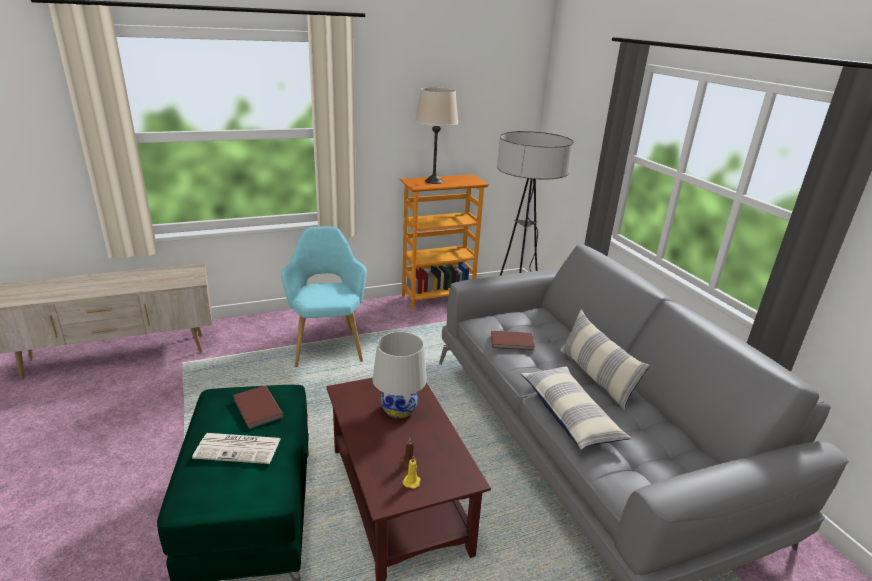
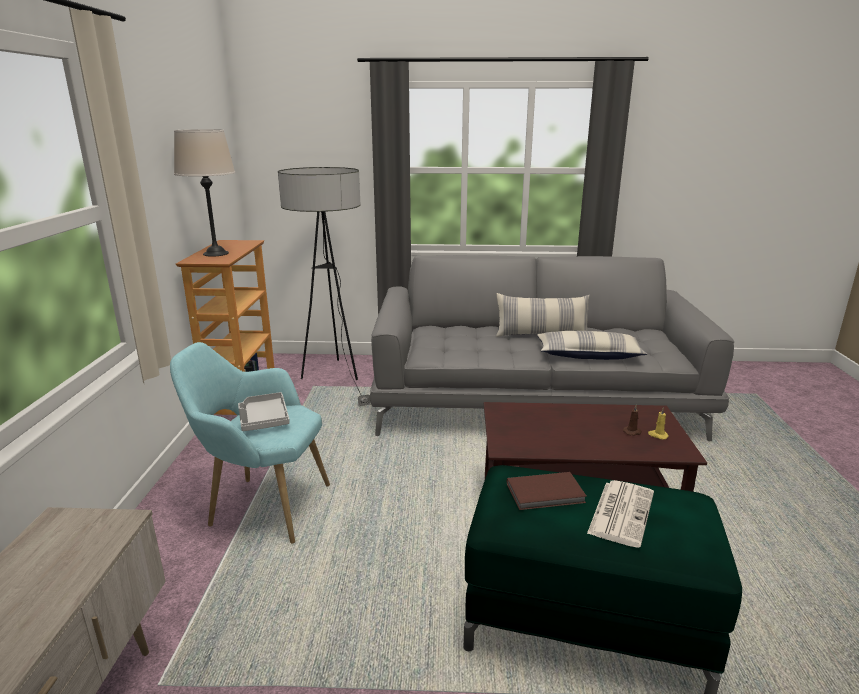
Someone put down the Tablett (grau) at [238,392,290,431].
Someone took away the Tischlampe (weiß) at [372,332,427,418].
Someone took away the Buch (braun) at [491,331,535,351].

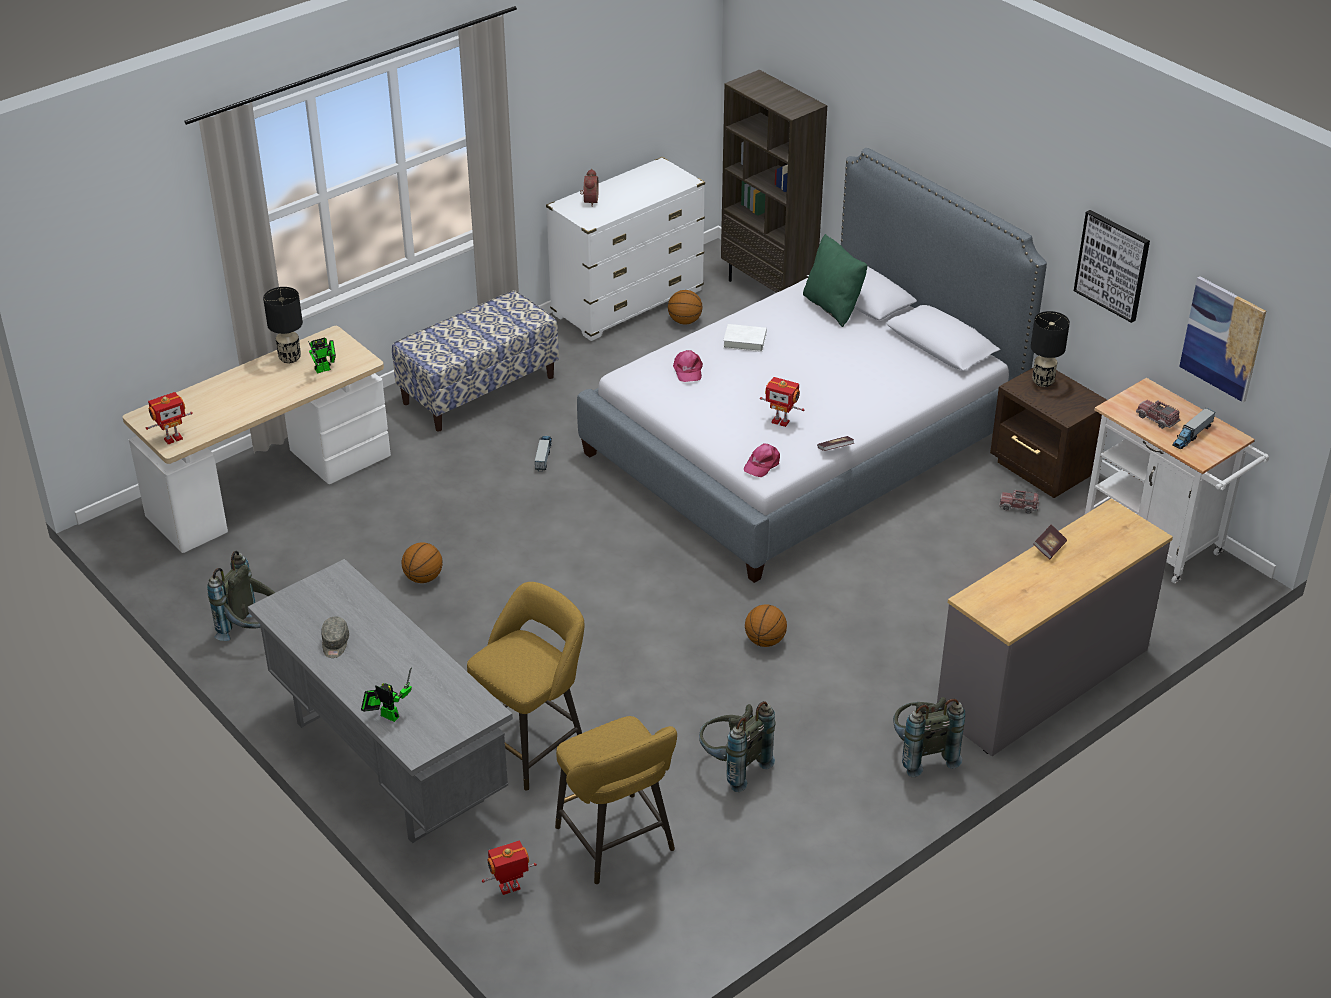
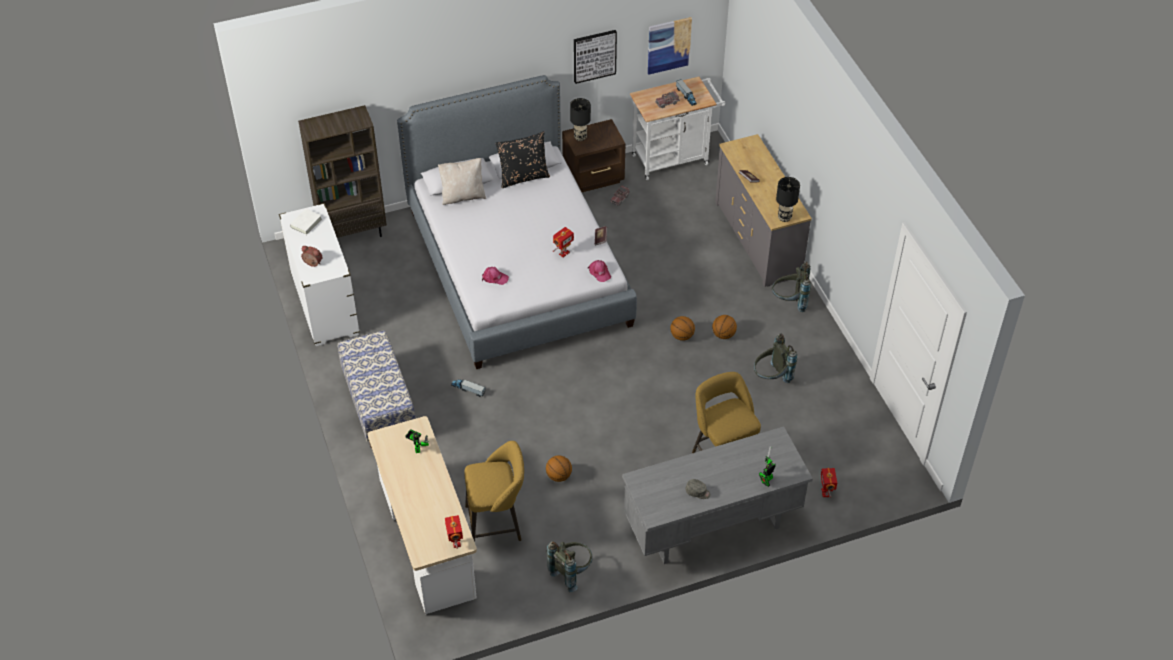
Someone carried the Buch (weiß) from [723,324,767,352] to [290,209,322,235].
Someone repainted the Kissen (grün) at [803,234,867,327], which became the Kissen (beige) at [438,158,486,205].
Someone carried the Hocker (gelb) from [555,716,677,884] to [464,441,524,542].
Someone put down the Kissen (schwarz) at [495,131,550,188].
Someone carried the Basketball from [668,290,702,324] to [712,315,737,339].
Someone carried the Tischlampe (schwarz) from [263,287,303,363] to [776,177,800,222].

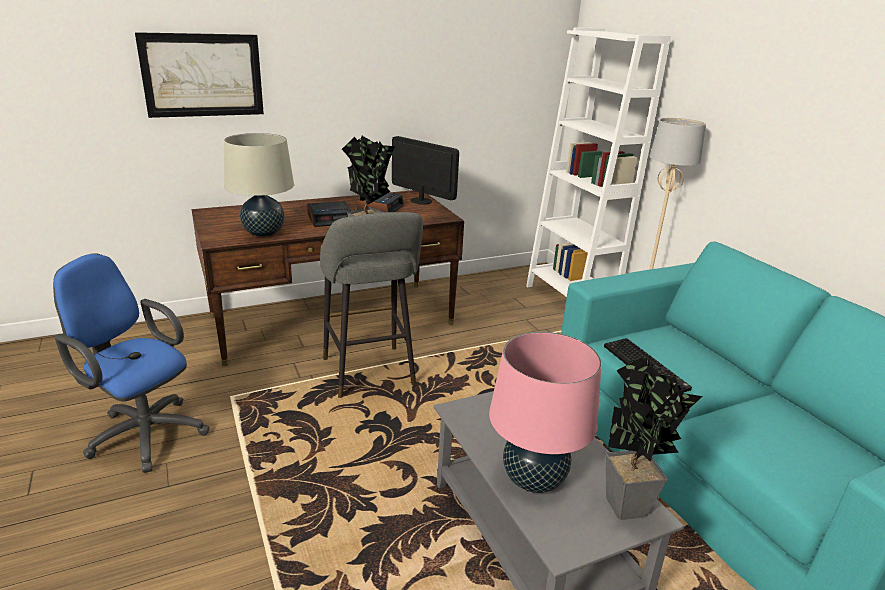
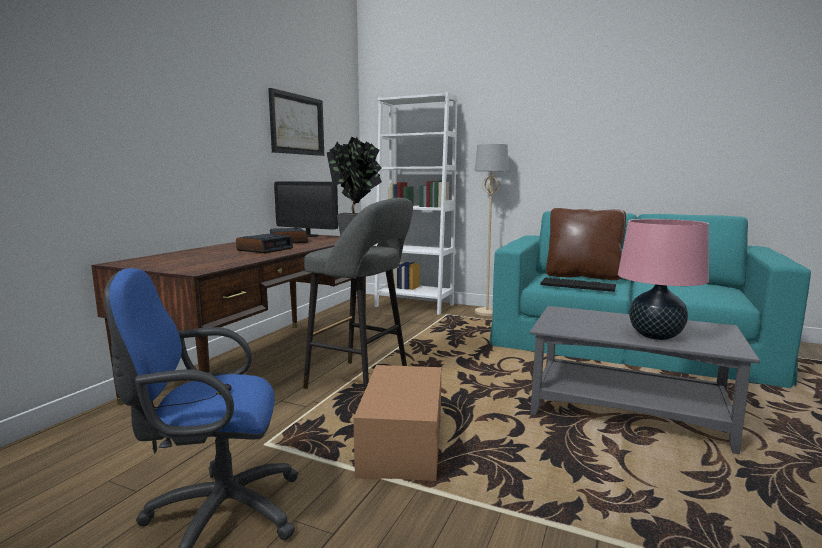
Someone carried the Bild from [135,32,264,118] to [268,88,324,156].
Someone rotated the Monitor at [392,136,459,205] by 150 degrees counterclockwise.
Someone put down the Karton at [353,365,441,481].
Someone put down the Kissen (braun) at [546,208,626,280].
Someone took away the Tischlampe (beige) at [224,133,294,237].
Someone took away the Topfpflanze at [605,357,703,520].

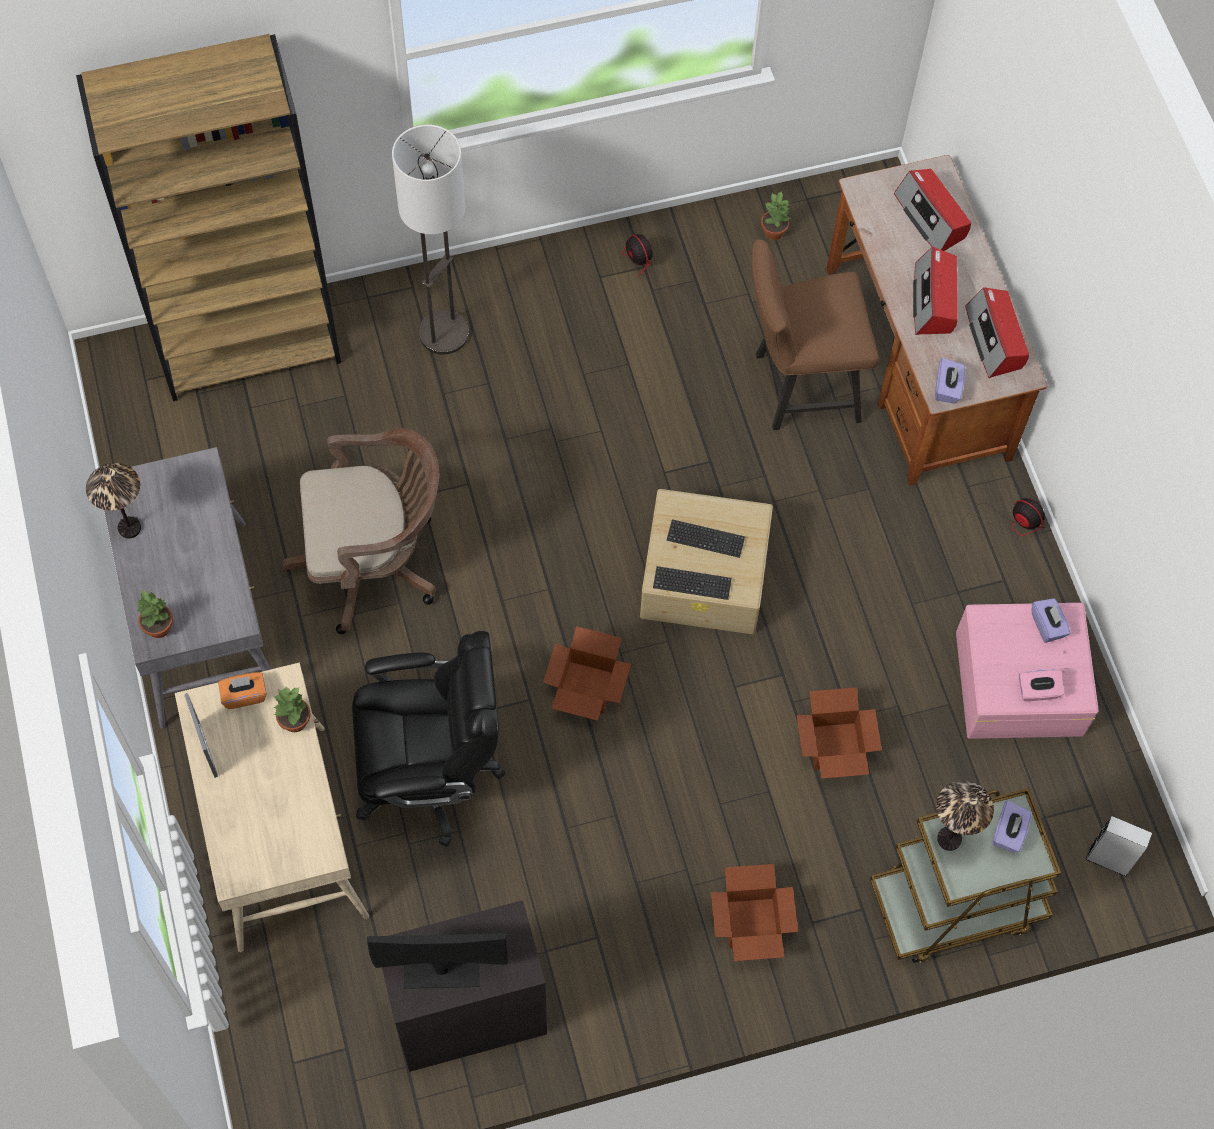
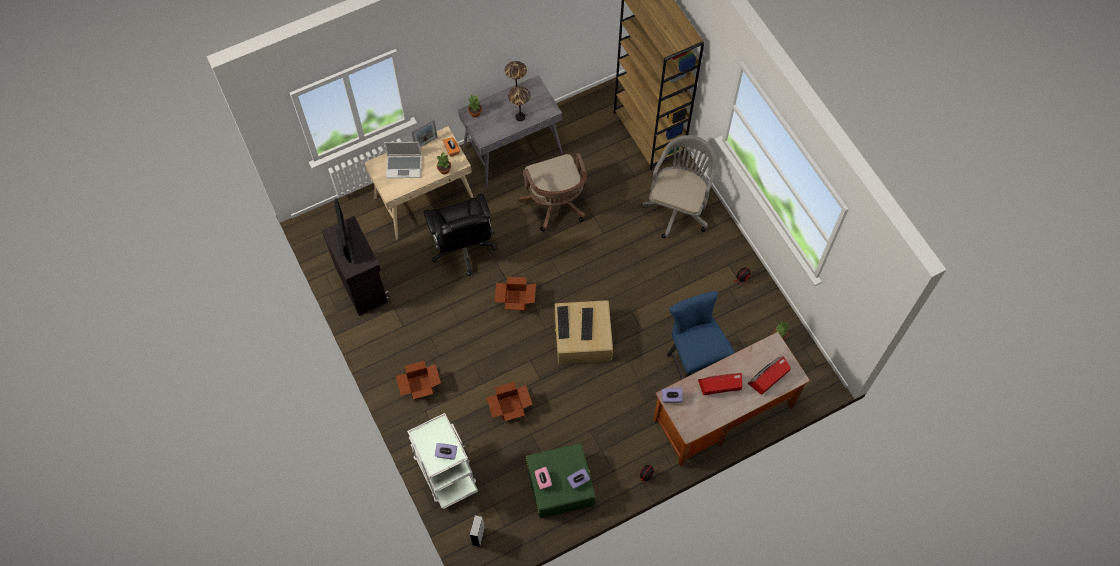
Someone put down the Laptop at [384,142,422,178].
Someone repainted the Rollwagen (braun) at [870,788,1061,963], which became the Rollwagen (weiß) at [407,413,478,510].
Someone carried the Tischlampe from [936,780,994,851] to [508,86,531,121].
Someone repainted the Aufbewahrungsbox (rosa) at [956,603,1099,739], which became the Aufbewahrungsbox (grün) at [526,443,595,518].
Someone swapped the Stehlampe at [392,124,469,355] for the Bürostuhl (grau) at [641,135,717,238].
Someone repainted the Stuhl (braun) at [752,239,879,430], which became the Stuhl (blau) at [667,291,735,379].
Someone took away the Radio at [965,287,1029,378].

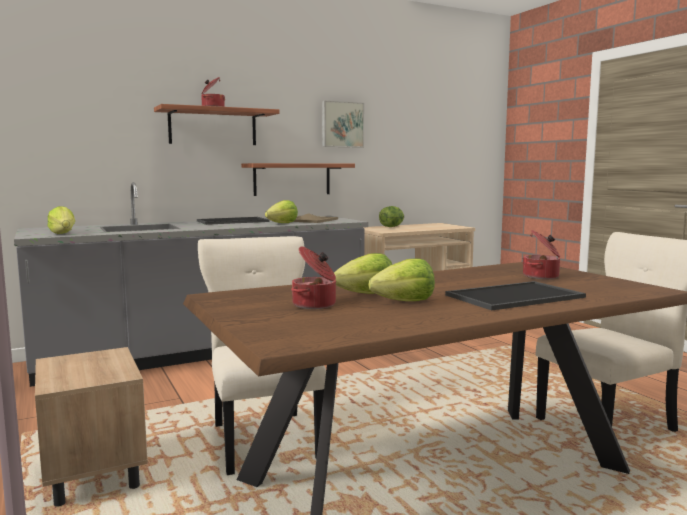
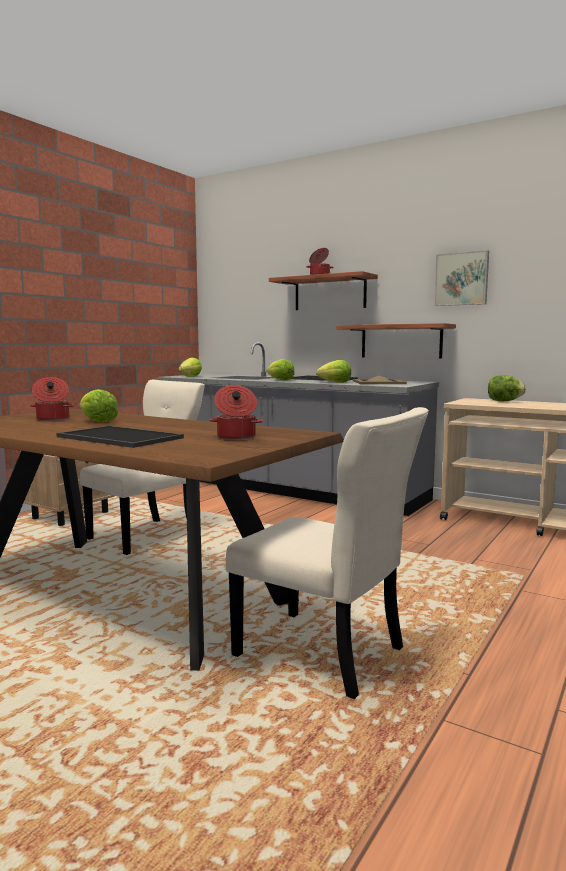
Someone carried the Salatkopf from [368,259,435,301] to [266,359,294,381].

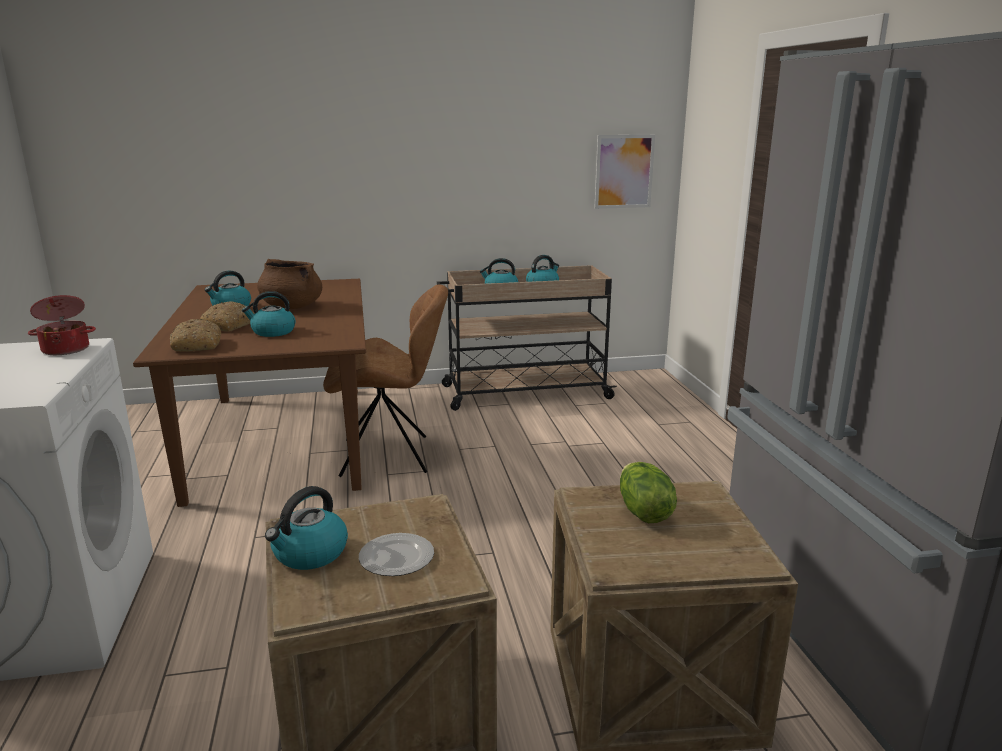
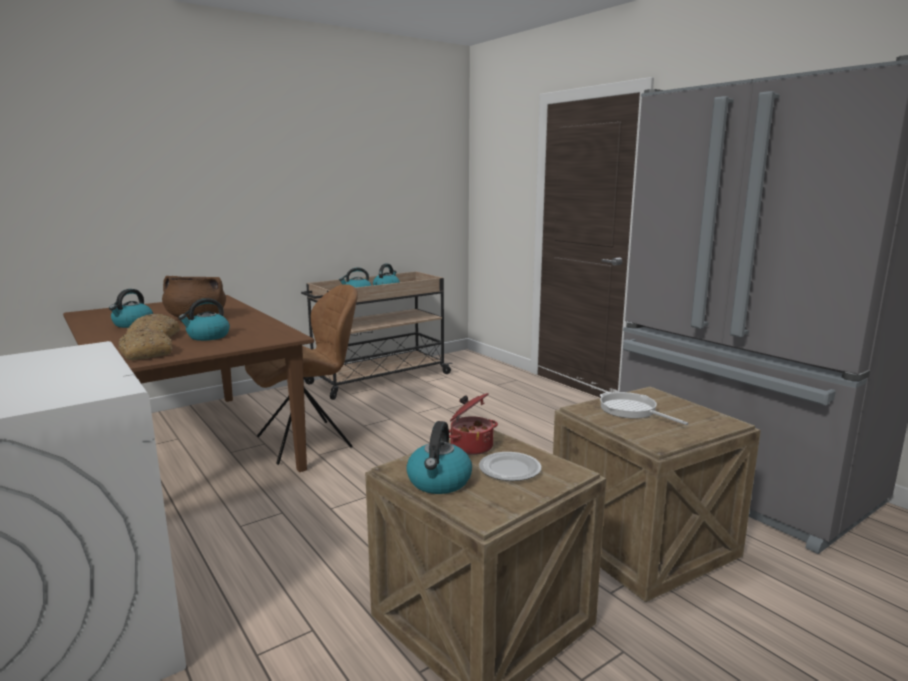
Someone carried the Kochtopf from [28,295,96,355] to [449,393,498,455].
Someone swapped the Salatkopf at [620,462,677,523] for the Pfanne at [600,392,689,425].
Someone took away the Bild at [594,135,655,209].

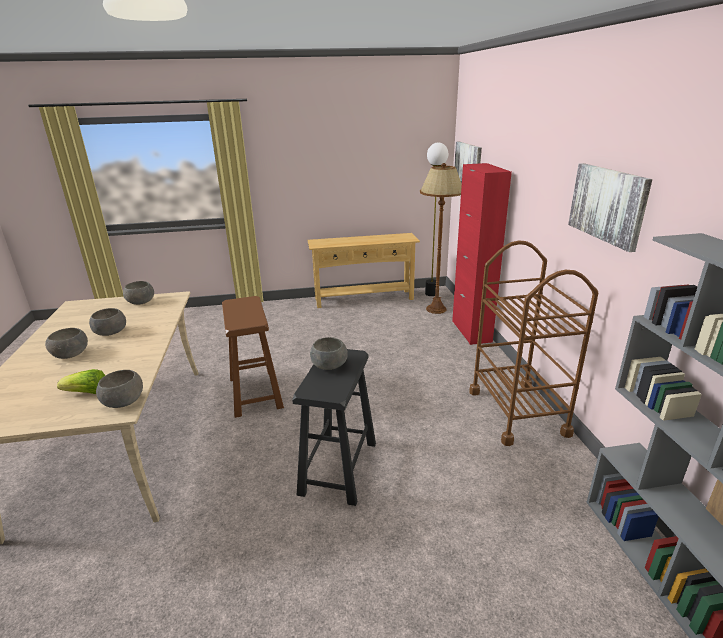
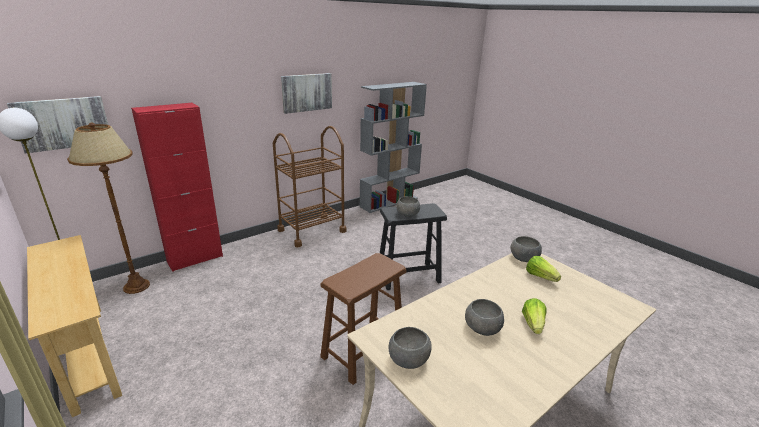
Someone swapped the Schüssel (grau) at [45,328,88,359] for the Salatkopf at [522,298,546,334].

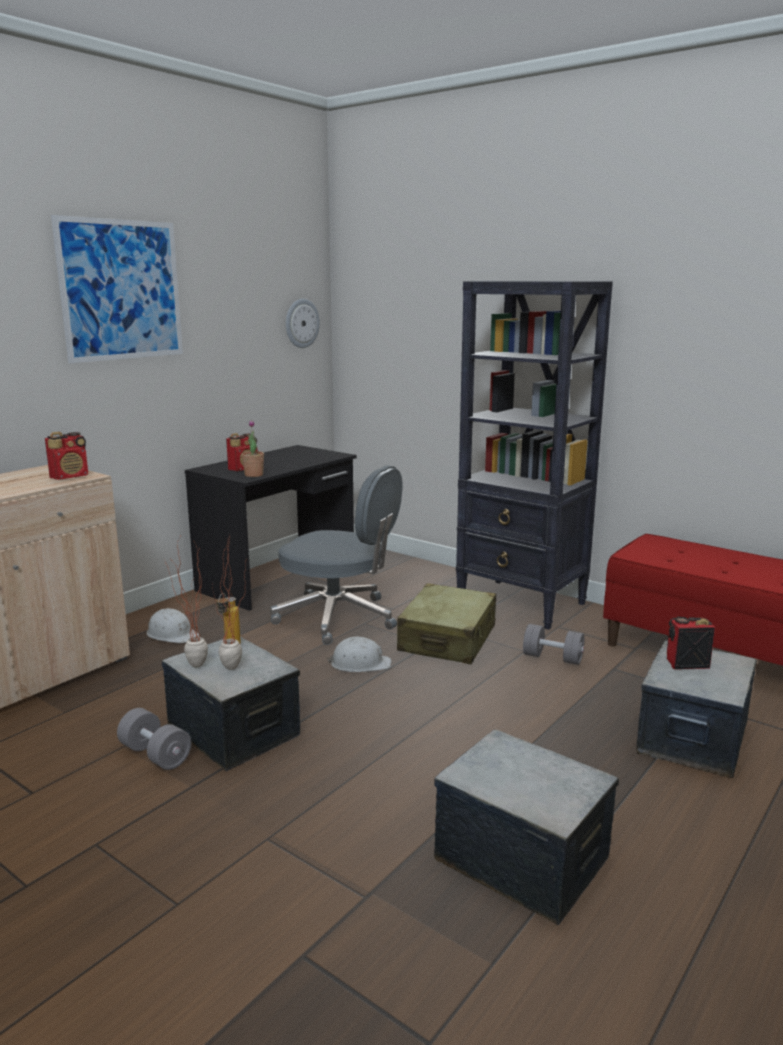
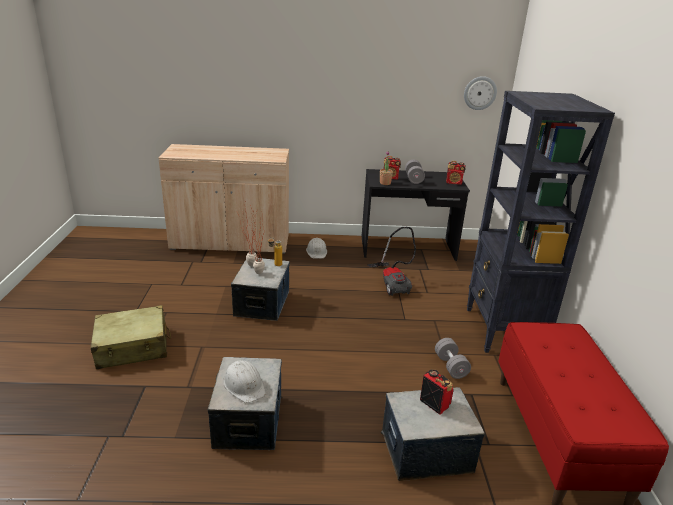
Someone carried the Koffer (beige) from [397,583,496,664] to [90,305,171,369].
Someone carried the Schutzhelm (weiß) from [327,637,392,672] to [223,360,266,403].
Someone swapped the Bürostuhl (grau) at [270,465,403,645] for the Staubsauger at [368,227,416,296].
Someone carried the Hantel (grau) from [117,708,191,770] to [405,160,425,184].
Someone carried the Radio from [45,432,88,480] to [446,161,466,185].
Someone took away the Bild at [51,215,183,363].

